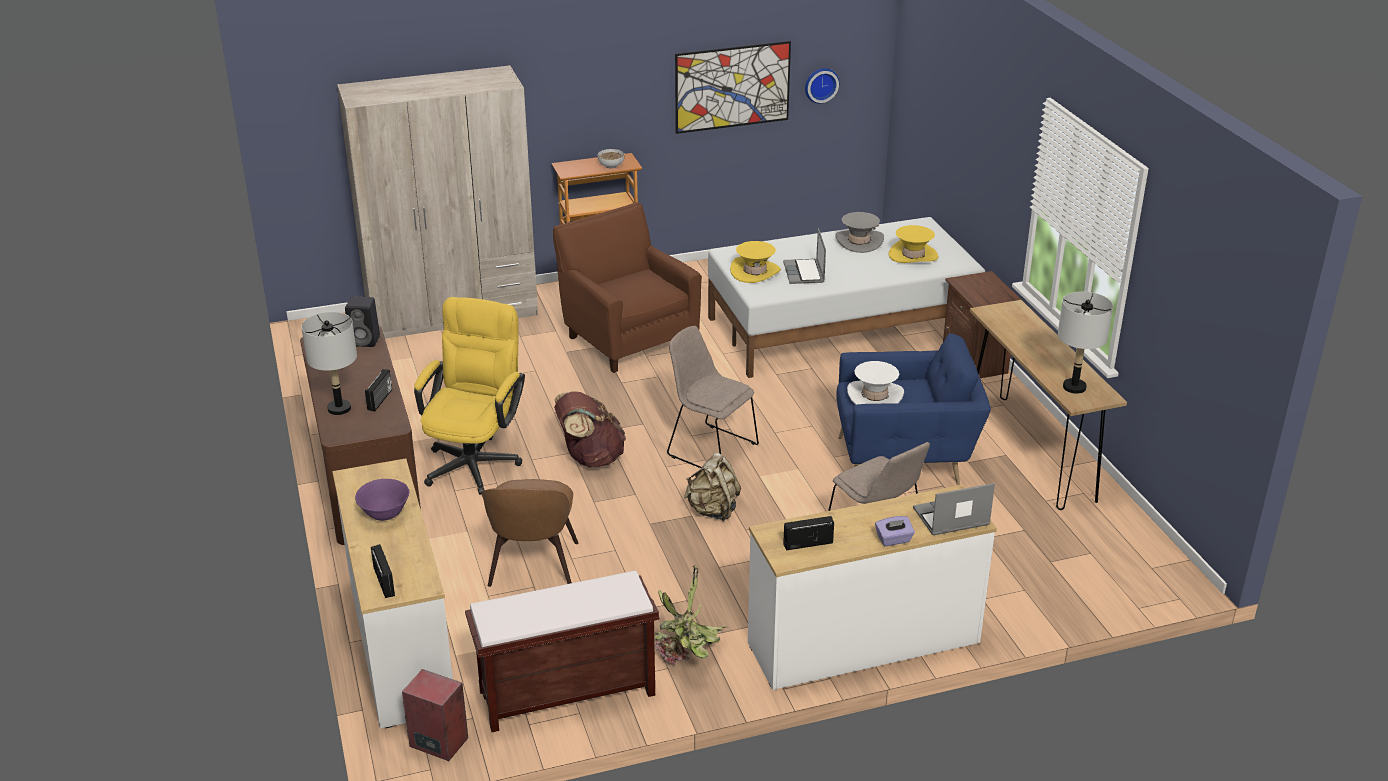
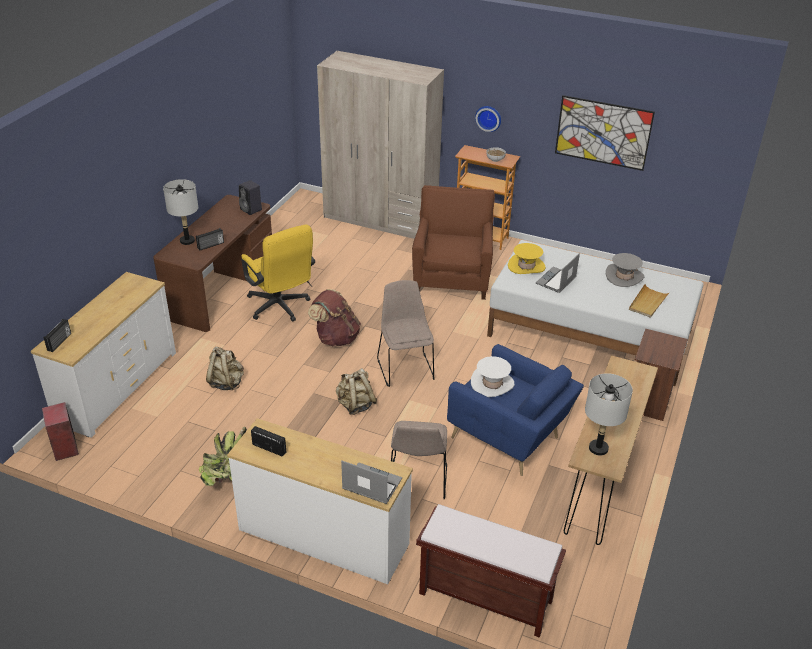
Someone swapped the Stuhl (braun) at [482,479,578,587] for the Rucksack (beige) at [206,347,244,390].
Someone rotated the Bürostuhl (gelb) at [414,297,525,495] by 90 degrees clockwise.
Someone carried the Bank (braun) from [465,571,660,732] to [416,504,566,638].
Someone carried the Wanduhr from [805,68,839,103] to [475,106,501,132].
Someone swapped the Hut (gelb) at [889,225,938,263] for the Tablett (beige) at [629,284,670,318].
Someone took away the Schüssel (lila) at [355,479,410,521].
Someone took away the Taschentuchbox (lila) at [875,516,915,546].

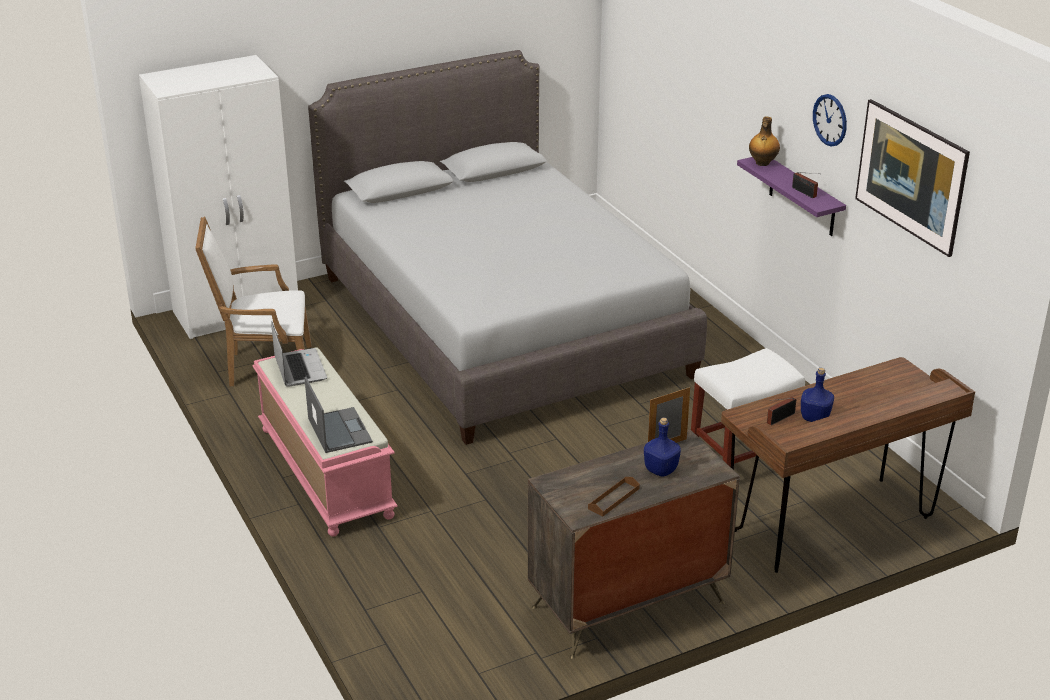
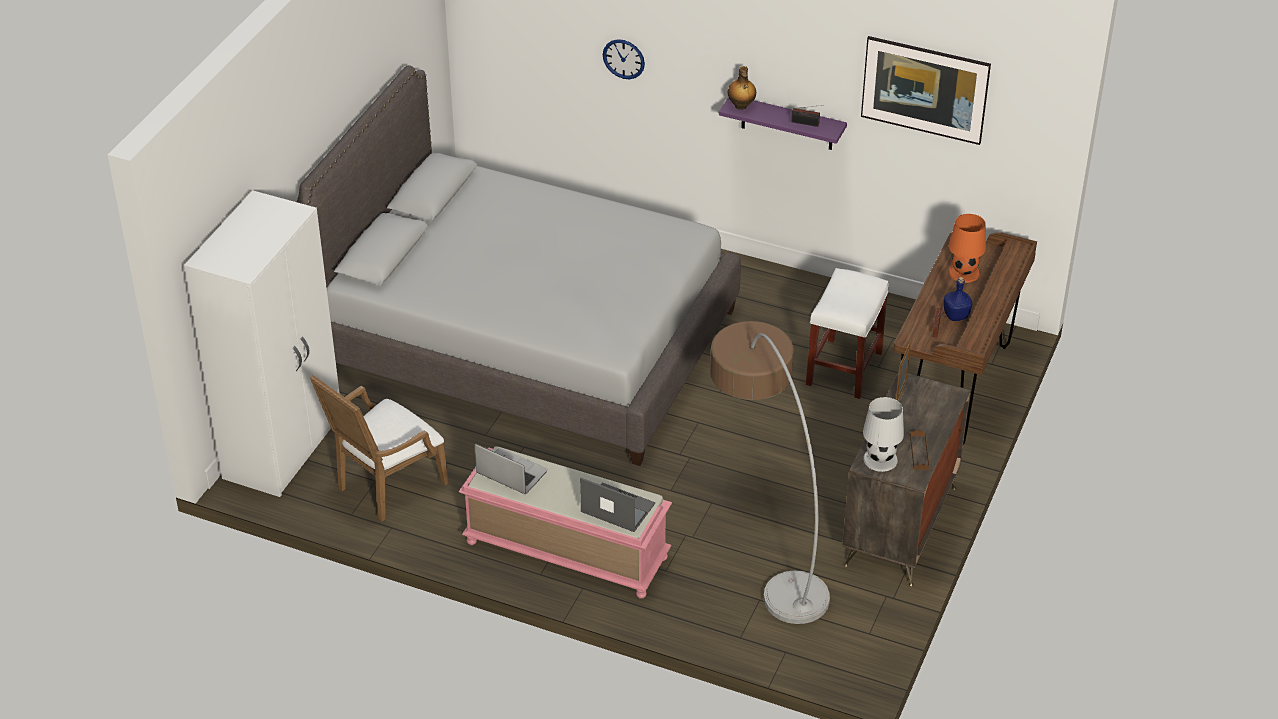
Someone carried the Wanduhr from [813,94,847,146] to [603,39,645,79].
Someone put down the Stehlampe at [710,321,830,624].
Someone put down the Tischlampe (weiß) at [863,397,904,472].
Someone put down the Tischlampe (orange) at [949,214,986,283].
Someone took away the Flasche (blau) at [644,417,681,477].

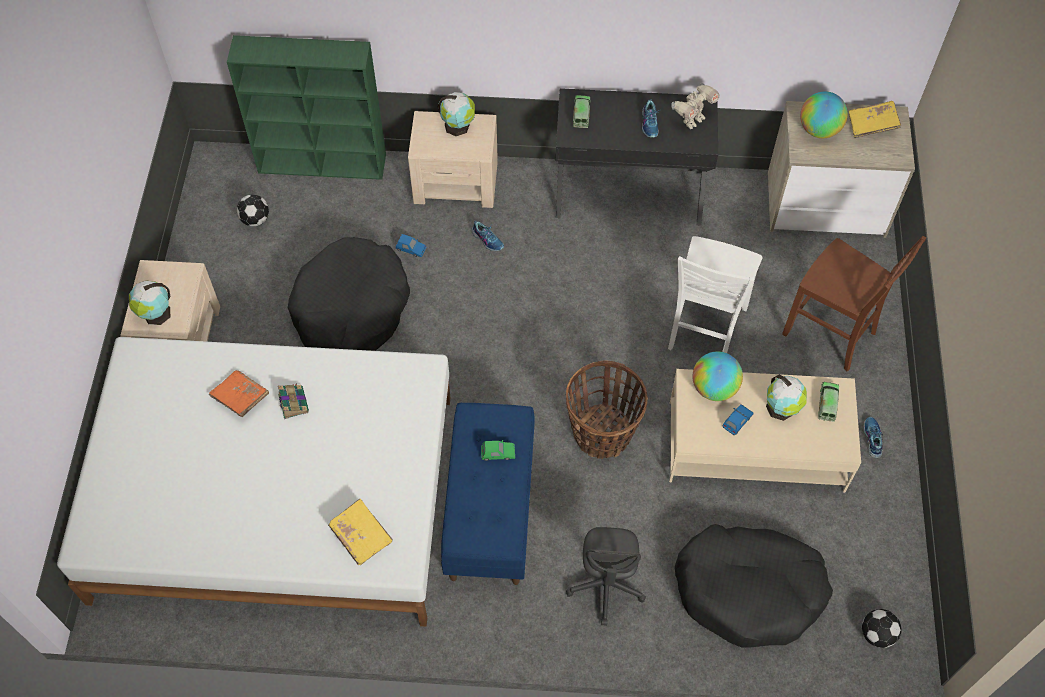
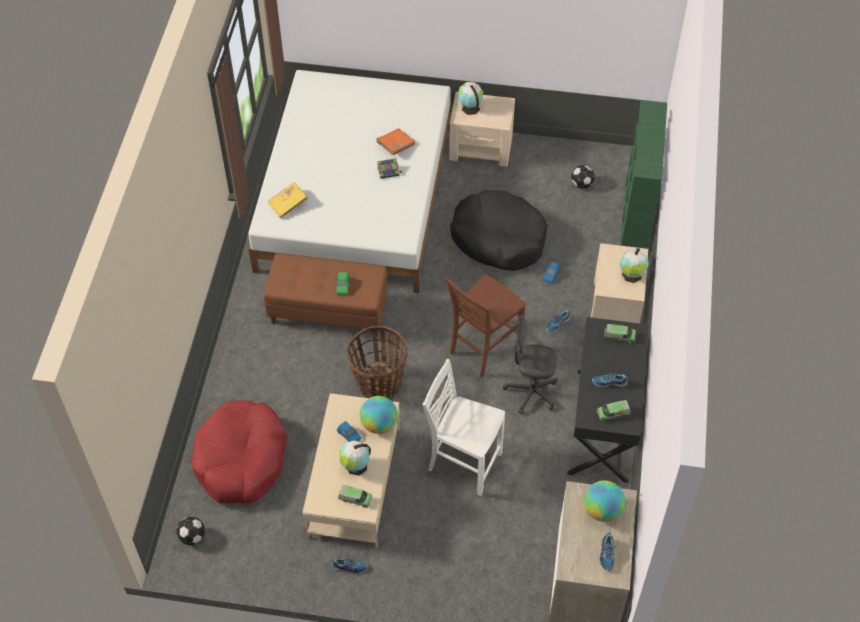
Someone repainted the Hundebett (schwarz) at [675,524,833,648], which became the Hundebett (rot) at [191,401,287,504].
Someone repainted the Bank (blau) at [441,403,535,585], which became the Bank (braun) at [264,253,388,336].
Someone carried the Stuhl (braun) from [782,236,926,371] to [445,274,526,378].
Someone carried the Bürostuhl (grau) from [566,527,646,626] to [503,315,557,414].
Someone swapped the Spielzeugroboter at [671,83,720,129] for the Spielzeuglaster at [597,400,631,422].
Someone swapped the Buch (gelb) at [849,101,901,138] for the Schuh at [599,533,618,571].

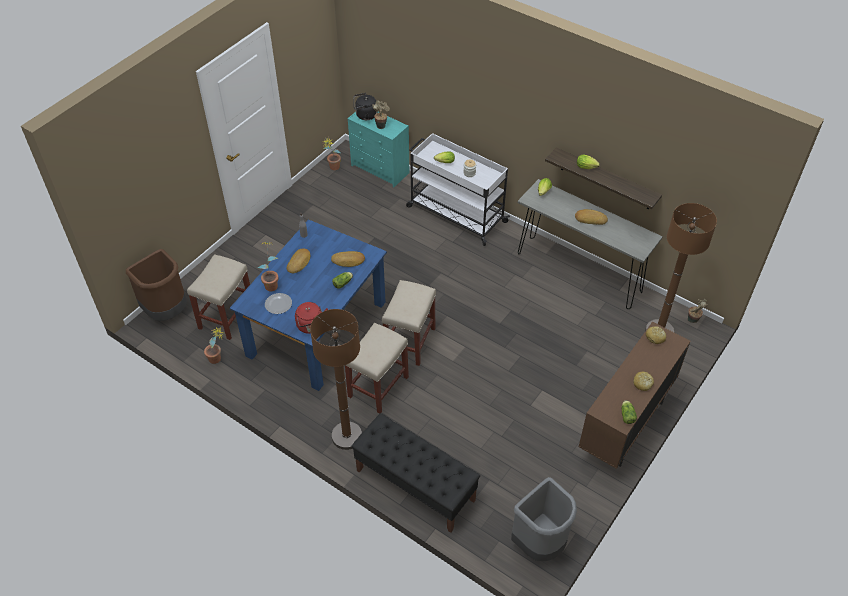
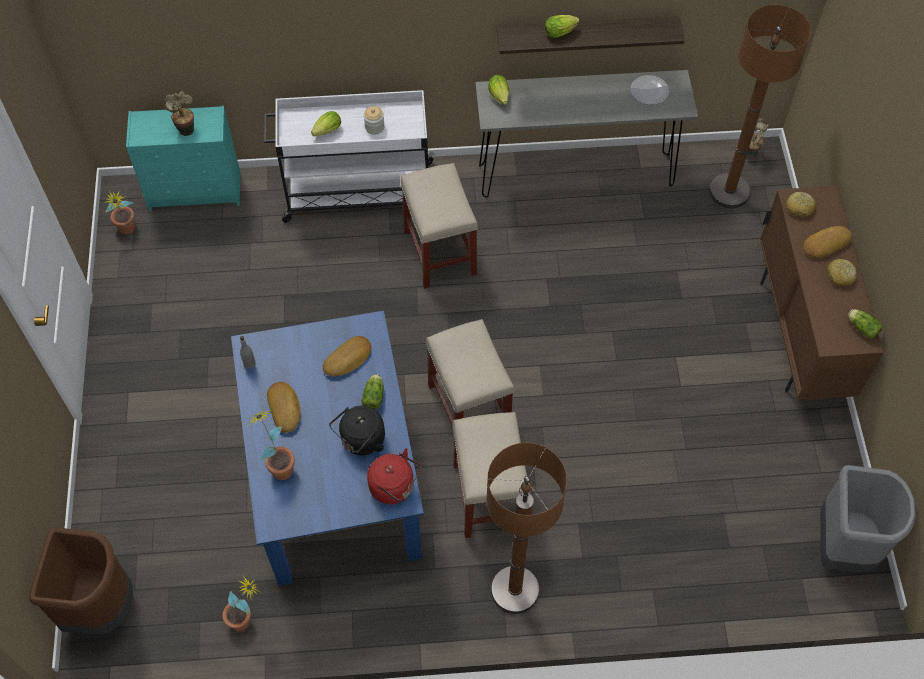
Someone carried the Wasserkessel (schwarz) from [353,93,378,120] to [329,406,385,456].
Someone carried the Hocker (beige) from [187,254,250,340] to [400,163,478,289].
Someone carried the Teller from [265,293,292,314] to [631,75,669,105].
Someone carried the Brot from [575,209,608,225] to [803,226,852,259].
Someone took away the Bank (schwarz) at [352,413,480,533].

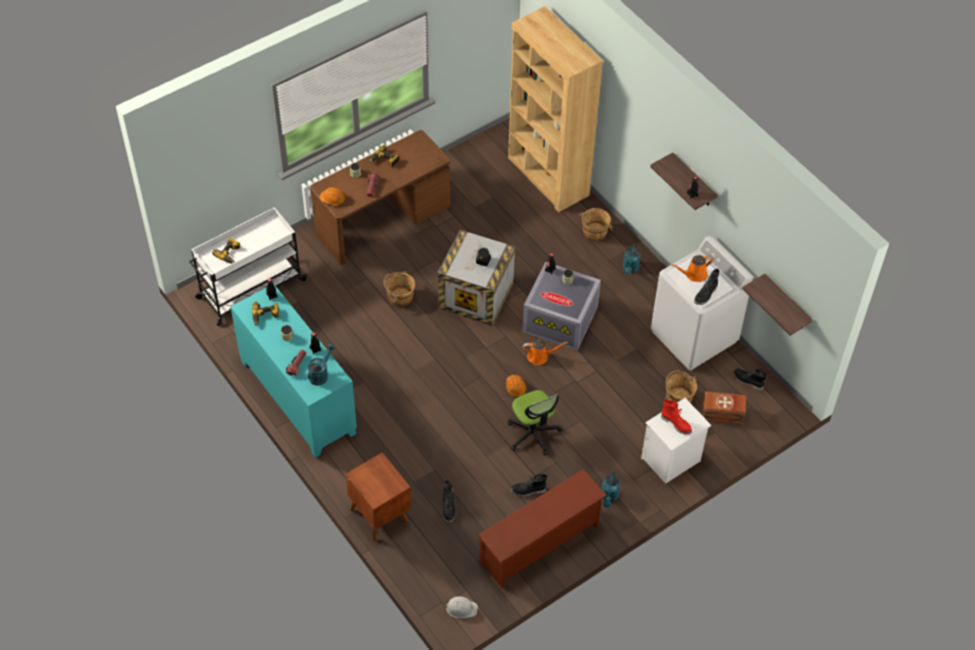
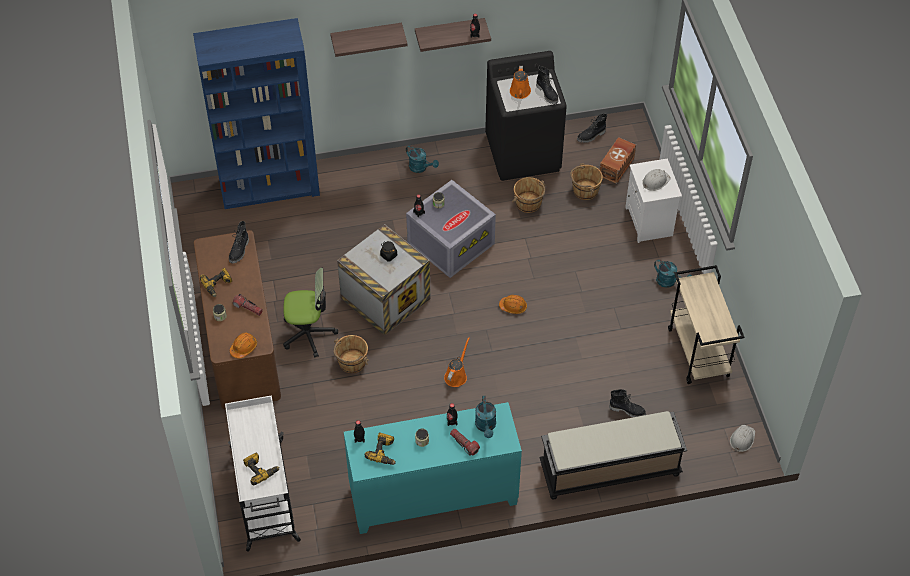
Someone repainted the Bücherregal (braun) at [508,6,603,212], which became the Bücherregal (blau) at [193,18,320,209].
Someone carried the Stiefel (schwarz) from [511,474,547,497] to [229,221,249,263].
Someone carried the Bürostuhl from [508,390,562,456] to [283,267,338,357].
Someone carried the Wandregal from [742,274,813,336] to [330,23,407,57].
Someone carried the Gießkanne (orange) from [523,340,568,365] to [444,337,469,387].
Someone rotated the Gießkanne (türkis) at [308,344,335,385] by 150 degrees counterclockwise.
Someone repainted the Waschmaschine (weiß) at [651,235,753,370], which became the Waschmaschine (schwarz) at [485,51,567,181].
Someone carried the Eimer (braun) from [579,208,613,241] to [512,177,546,213].
Someone swapped the Nachttisch (braun) at [345,452,412,541] for the Bank (schwarz) at [539,411,687,500].
Someone swapped the Stiefel (rot) at [661,400,692,435] for the Schutzhelm (weiß) at [642,169,671,191].
Someone swapped the Schuhregal (braun) at [477,469,607,589] for the Rollwagen (beige) at [668,265,744,384].

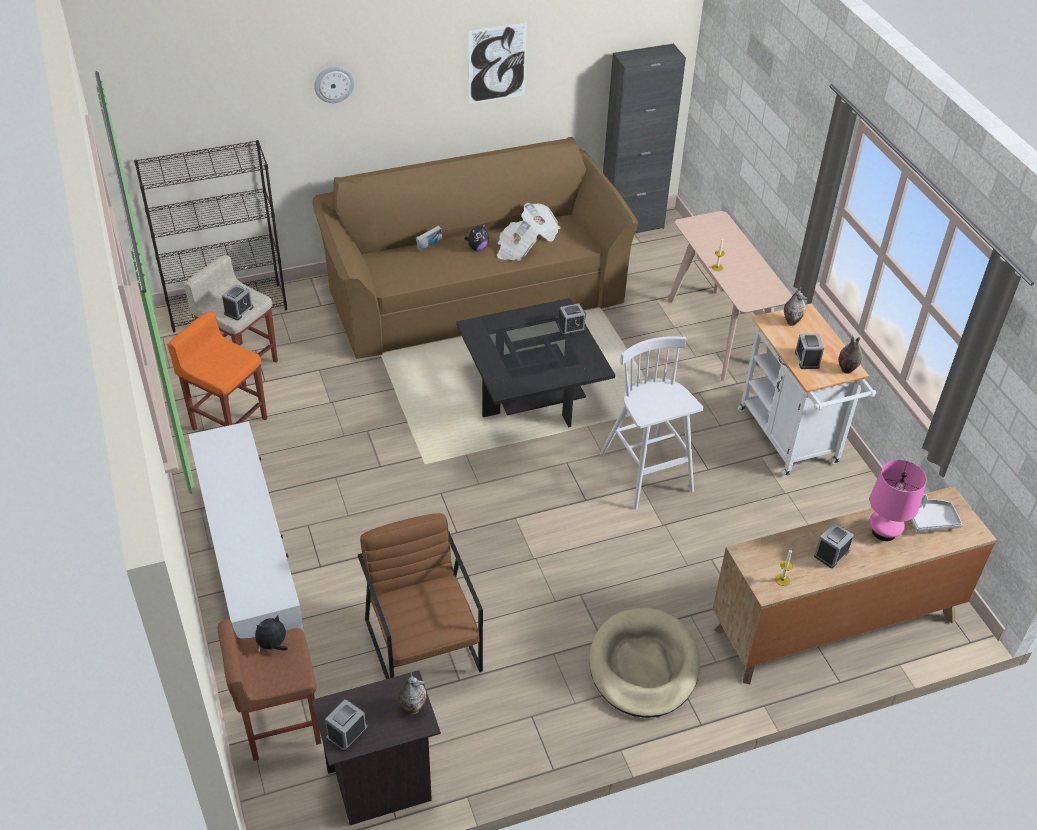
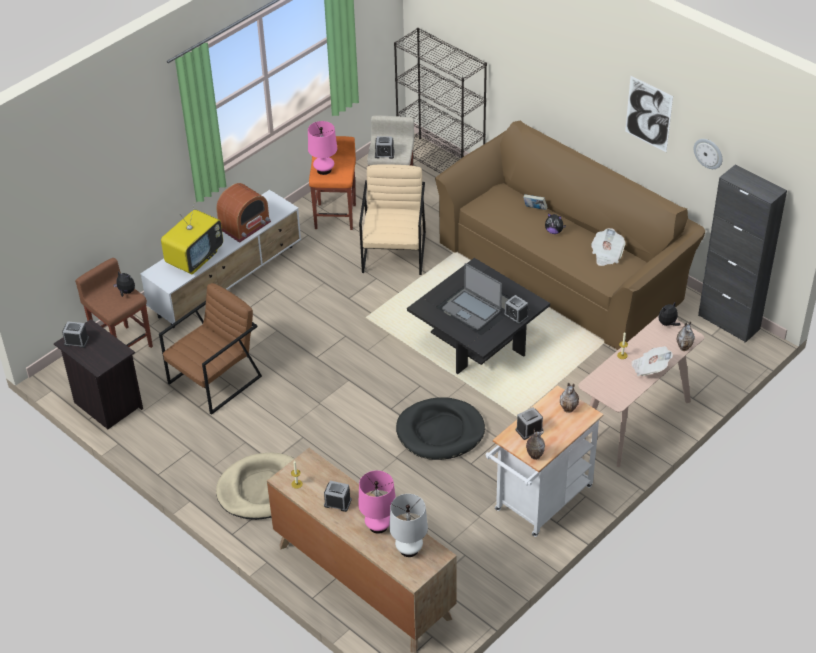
Someone put down the Fernseher at [161,202,223,274].
Someone put down the Radio at [217,183,271,243].
Someone put down the Tischlampe (rosa) at [308,121,337,175].
Someone put down the Sessel (beige) at [359,164,426,275].
Someone swapped the Tablett (grau) at [911,494,963,532] for the Tischlampe (weiß) at [389,494,428,557].
Someone swapped the Hocker (weiß) at [600,336,704,509] for the Hundebett (schwarz) at [396,397,485,460].
Someone put down the Laptop at [442,263,502,330].
Someone carried the Zeitung from [497,220,537,261] to [631,346,673,376].
Someone put down the Plüschtier at [659,303,681,327].
Someone carried the Vase from [398,671,426,714] to [677,322,695,351].
Someone carried the Wanduhr from [314,66,355,103] to [694,139,722,169].

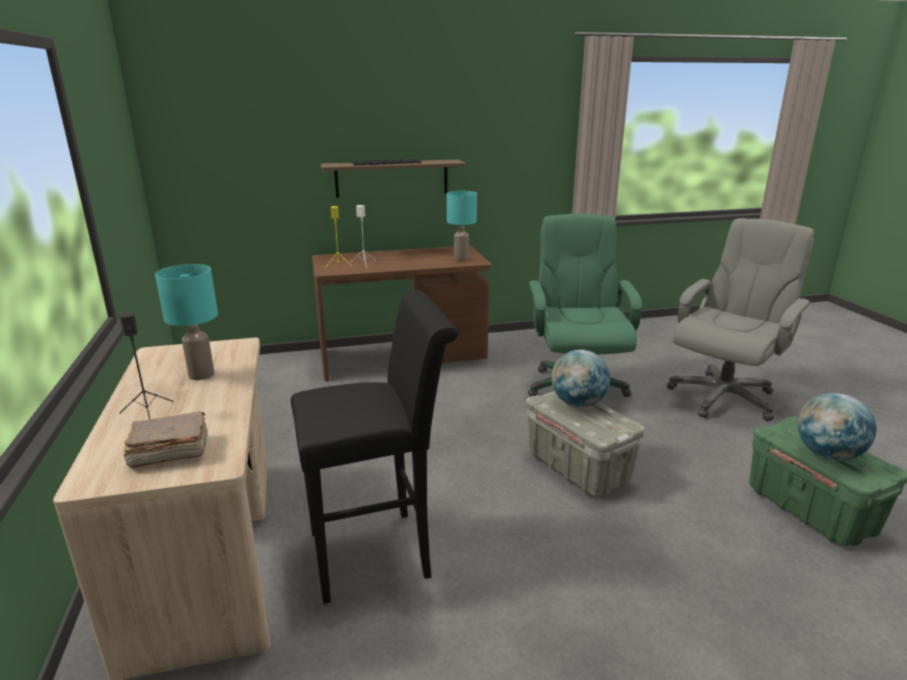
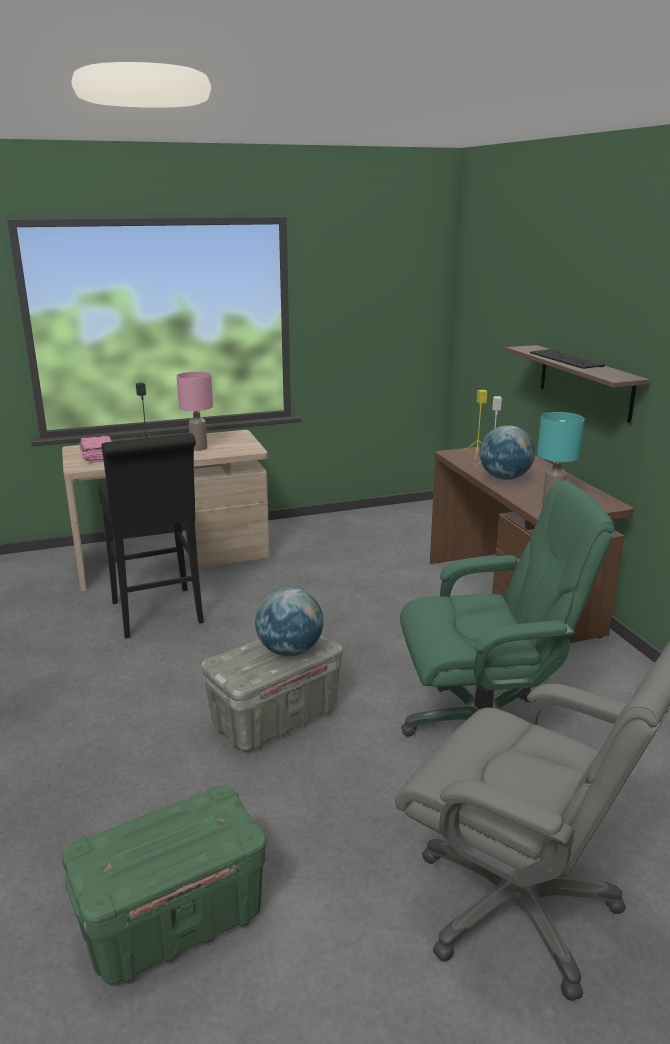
Someone repainted the Buch (braun) at [123,411,208,469], which became the Buch (rosa) at [79,436,112,461].
Someone repainted the Tischlampe (türkis) at [155,264,218,380], which became the Tischlampe (rosa) at [177,371,213,451].
Someone carried the Globus from [797,393,876,461] to [480,425,535,480].

